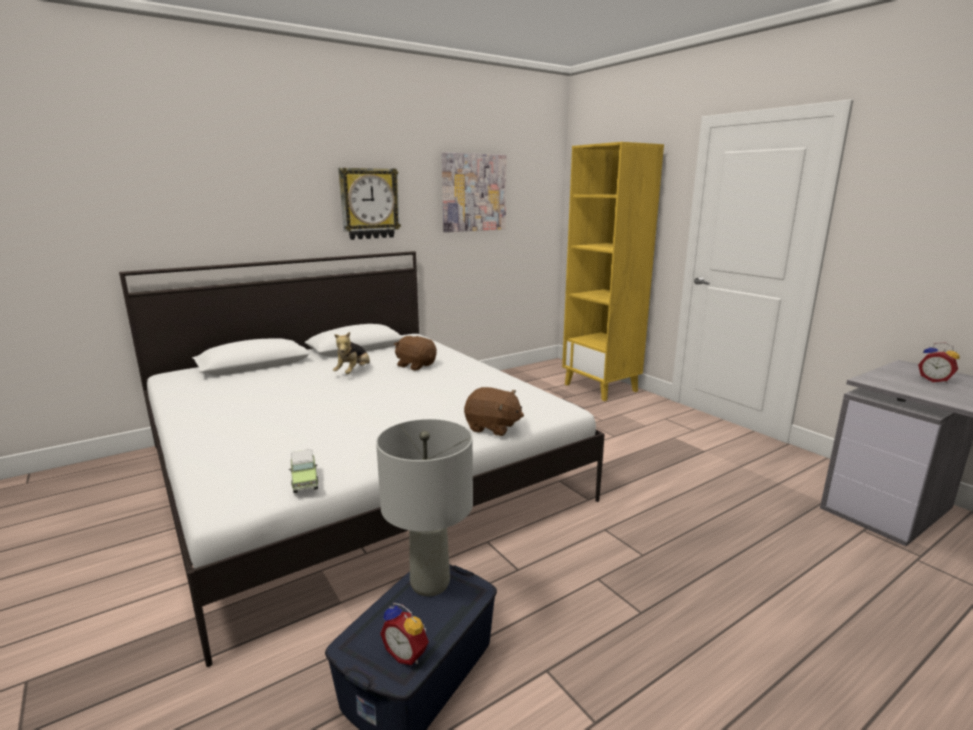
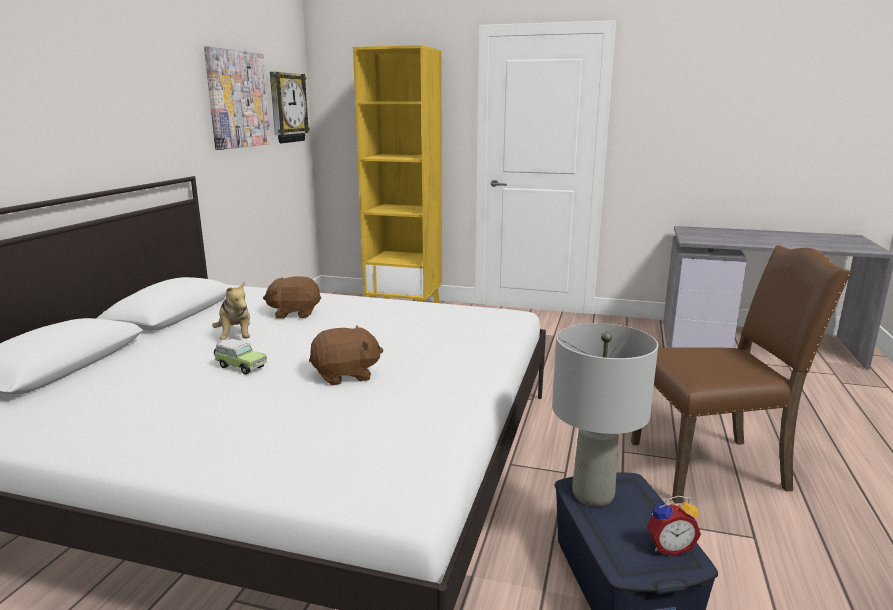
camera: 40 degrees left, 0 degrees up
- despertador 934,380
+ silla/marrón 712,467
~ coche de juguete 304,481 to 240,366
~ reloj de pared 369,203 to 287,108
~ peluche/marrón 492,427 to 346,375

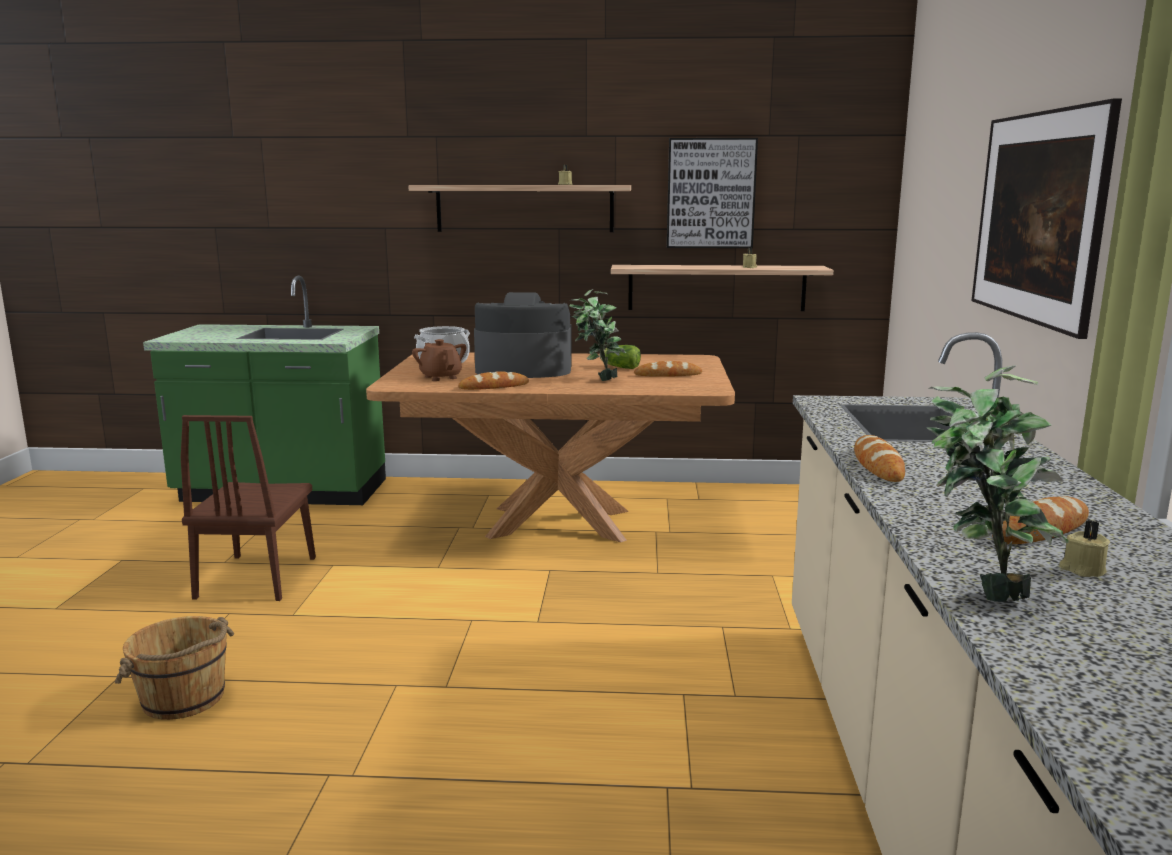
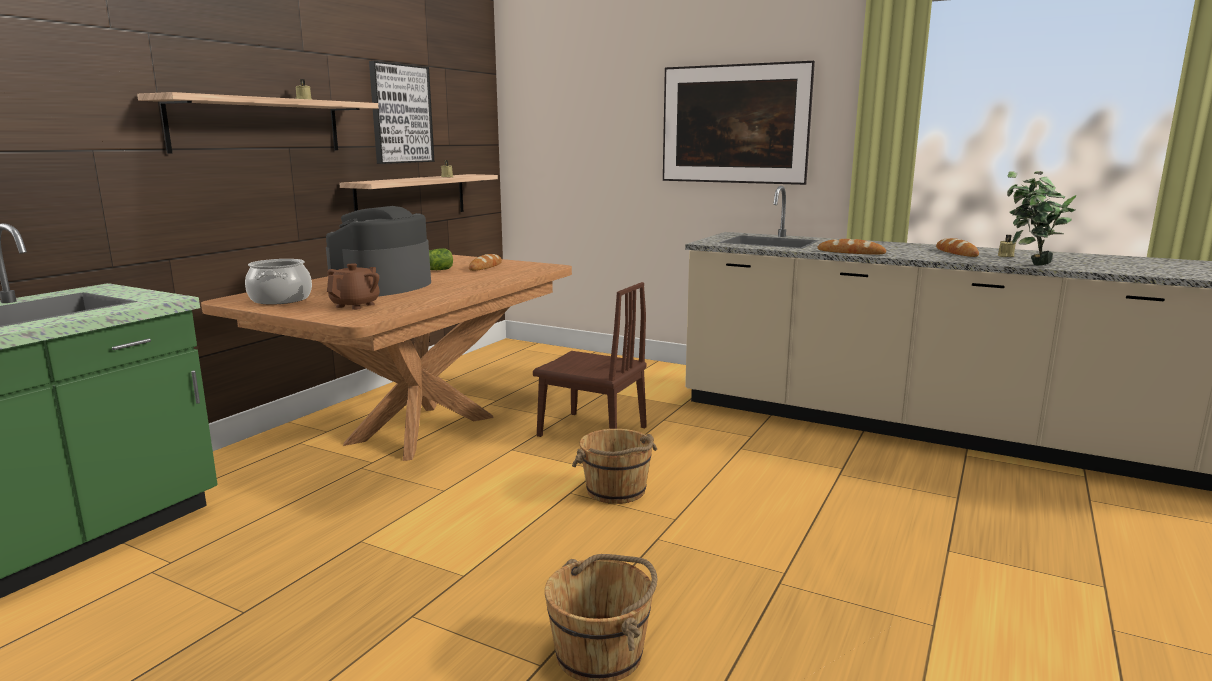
camera: 65 degrees left, 0 degrees up
- pan 494,386
- planta en maceta 597,379
+ cubo/marrón 616,491
~ silla/marrón 257,577 to 592,431
~ tetera/marrón 440,377 = 355,305 120 degrees clockwise

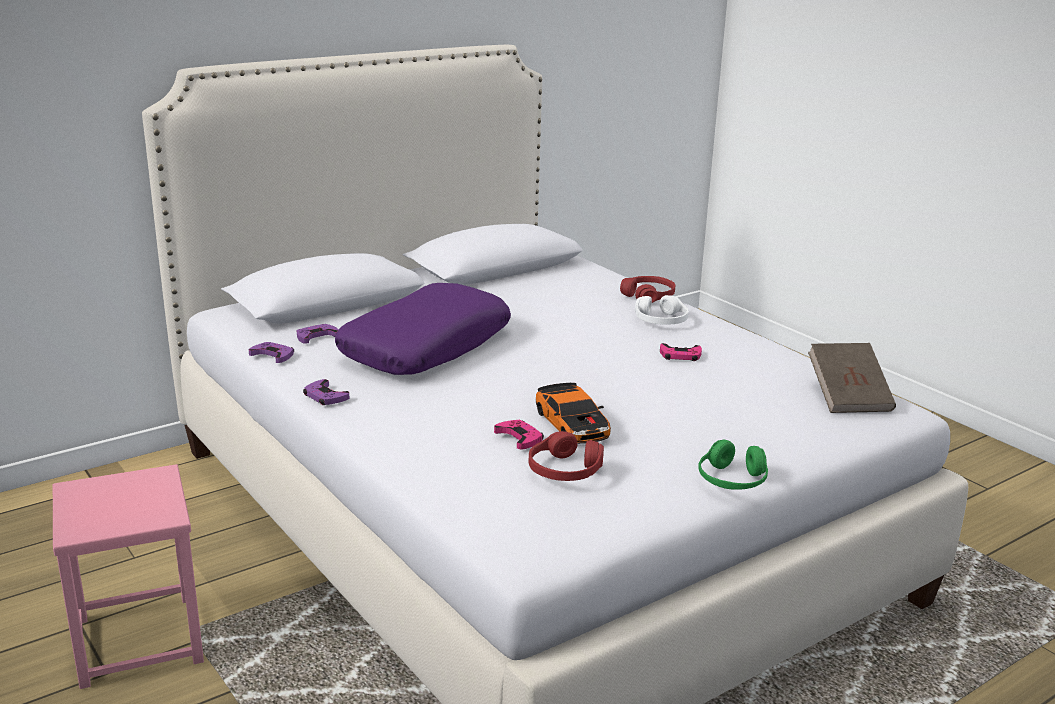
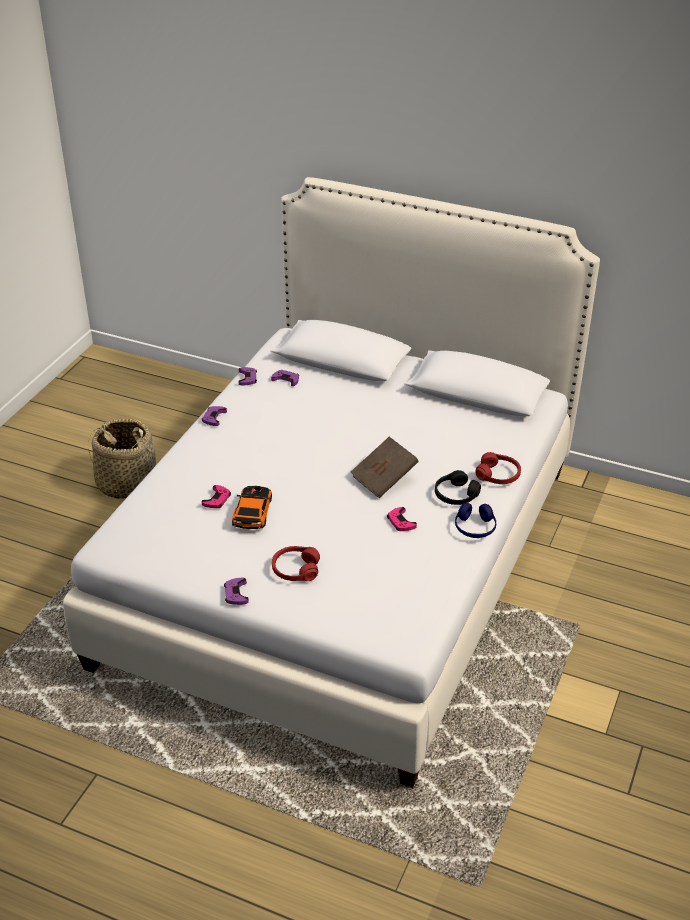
camera: 60 degrees right, 15 degrees up
- cojín/morado 425,346
+ auriculares/azul 475,528
~ auriculares/rojo 564,470 to 295,569
~ libro/marrón 848,397 to 384,479
~ taburete/rosa 137,640 to cesta 126,483
~ auriculares/verde 732,481 to mando de consola/morado 236,594
~ auriculares/blanco 661,320 to auriculares/negro 455,495
~ coche de juguete 574,423 = 252,512 150 degrees clockwise

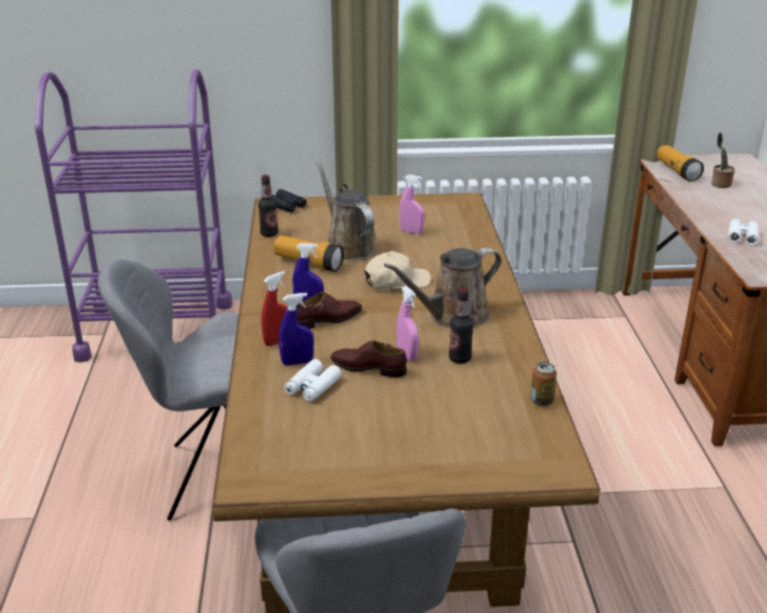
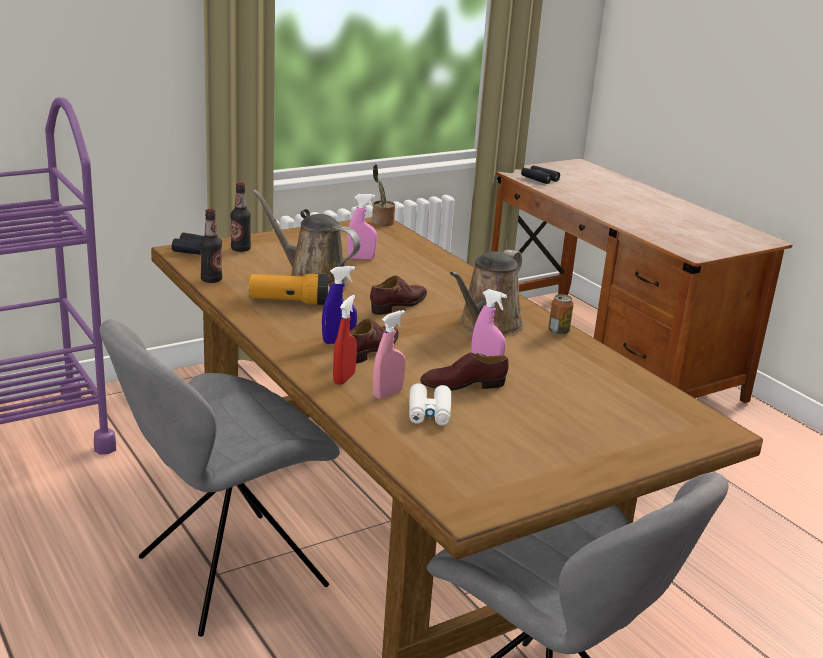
camera: 30 degrees left, 5 degrees down
- prismáticos/blanco 742,236
~ botella 460,358 to 240,249
~ lata 541,400 to 558,331
~ planta en maceta 719,184 to 381,222
~ gorra/beis 396,281 to zapato/marrón 399,304
~ linterna 677,171 to prismáticos/negro 539,179
~ pulverizador/azul 297,362 to pulverizador/rosa 387,394

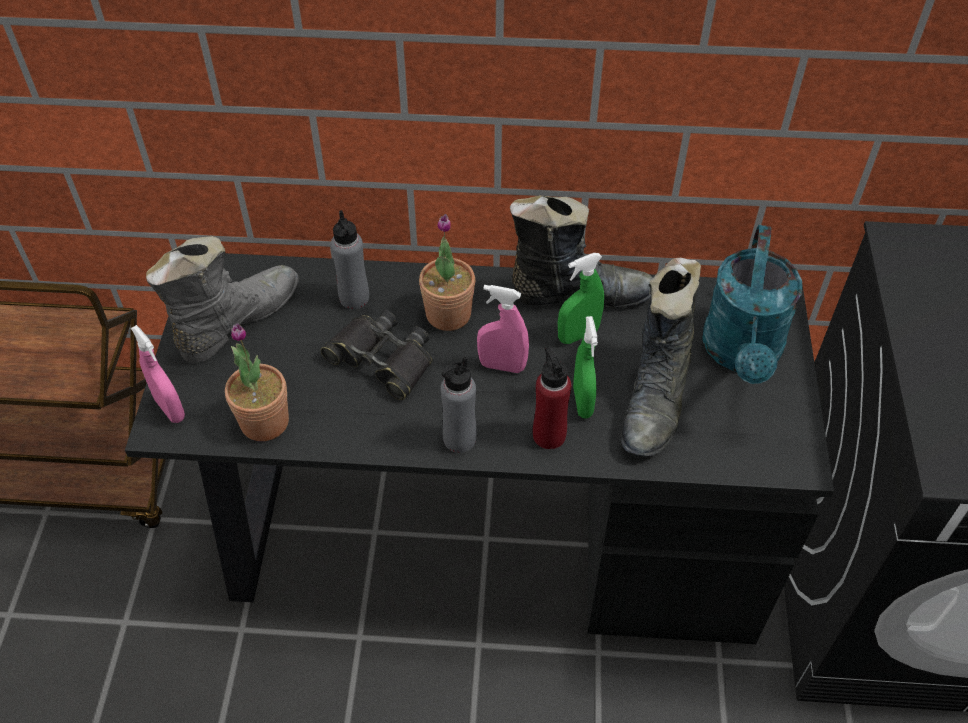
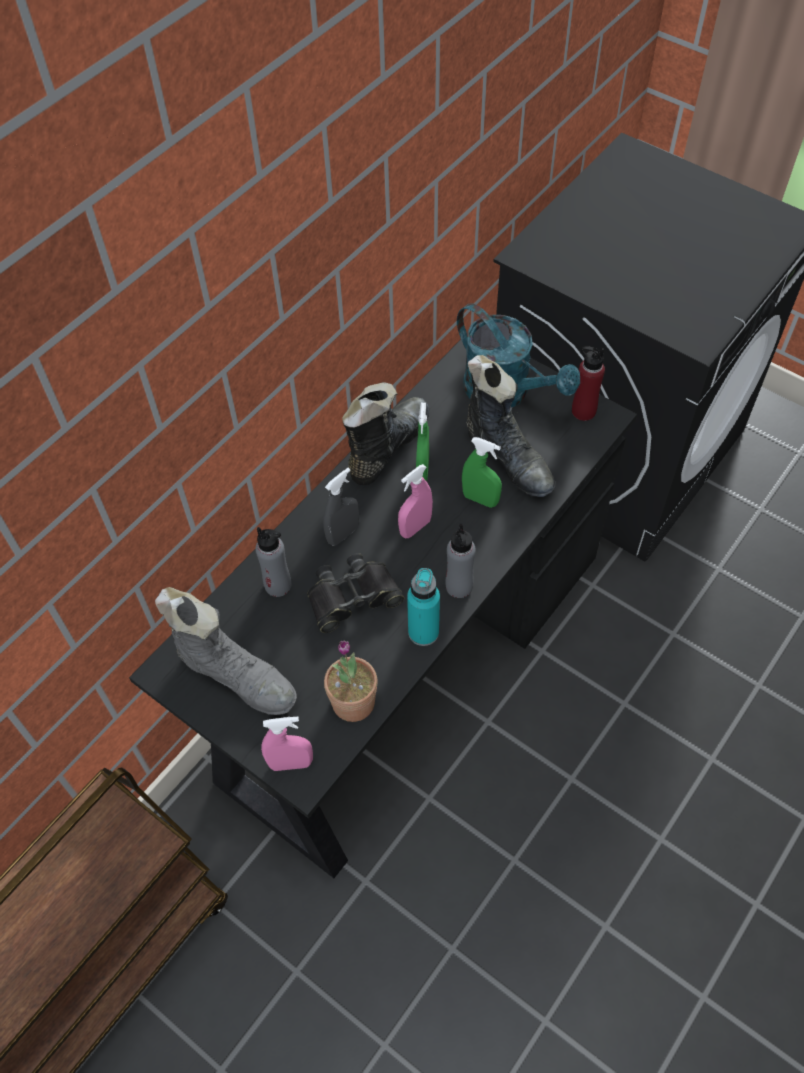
camera: 55 degrees left, 5 degrees up
+ botella/turquesa 423,632
~ botella/rojo 549,435 to 583,411
~ planta en maceta 448,314 to pulverizador/gris 343,534
~ bota/gris 236,321 = 237,677 135 degrees clockwise

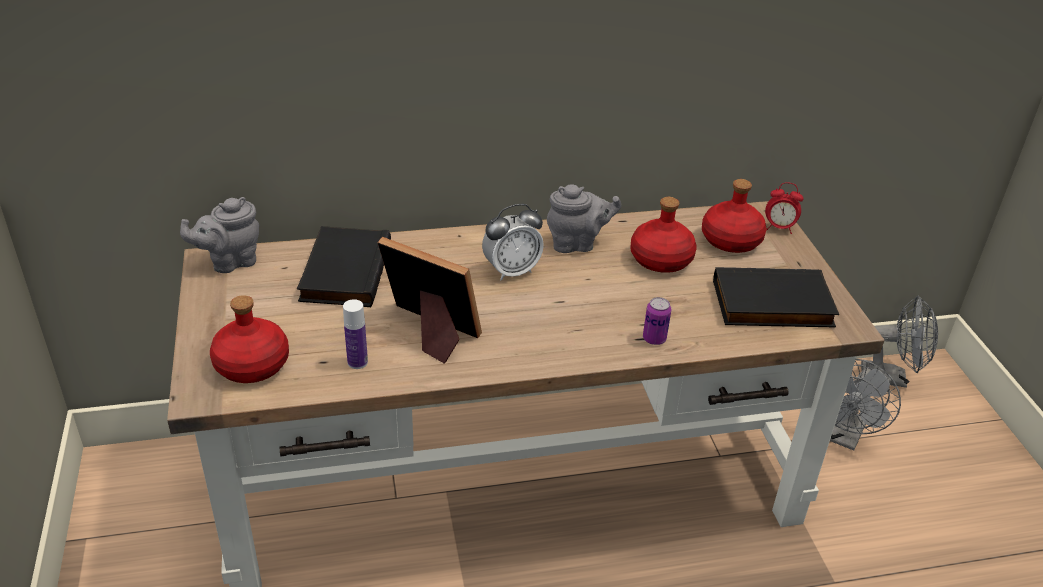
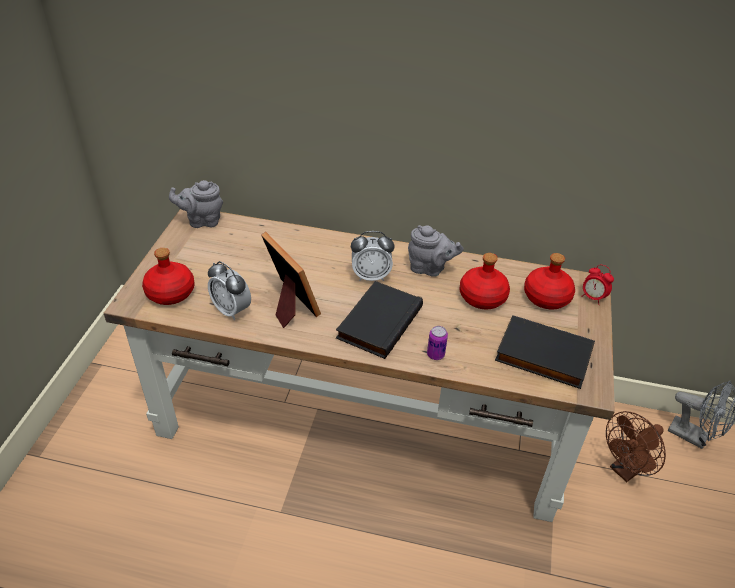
camera: 25 degrees right, 5 degrees up
~ libro/negro 343,271 to 378,321
~ botella 357,362 to despertador 231,310
~ ventilador/gris 845,437 to ventilador/marrón 626,470

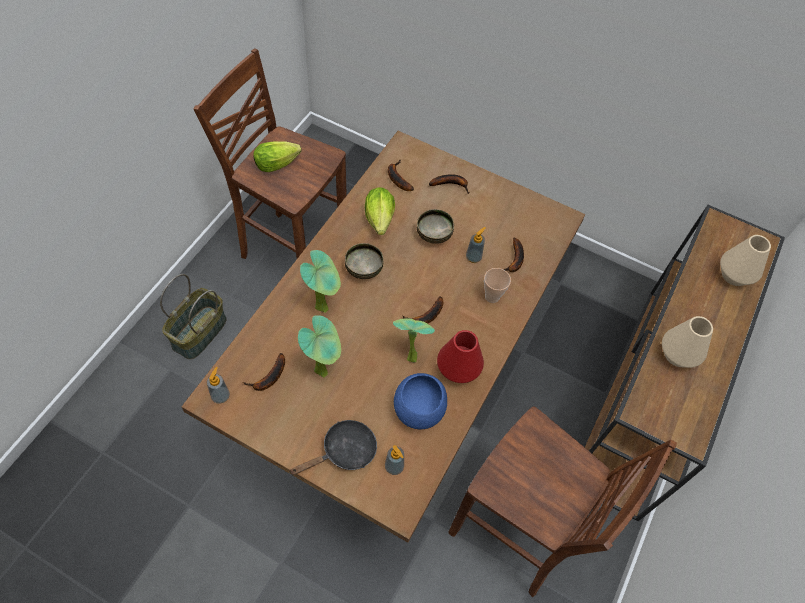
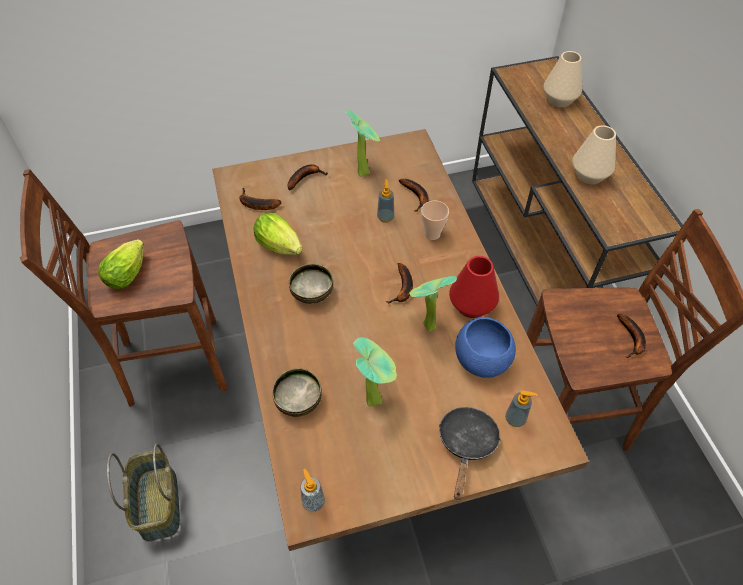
camera: 40 degrees left, 5 degrees down
~ plátano 269,378 to 632,339
~ planta en maceta 324,306 to 364,171
~ cuenco 434,235 to 299,401

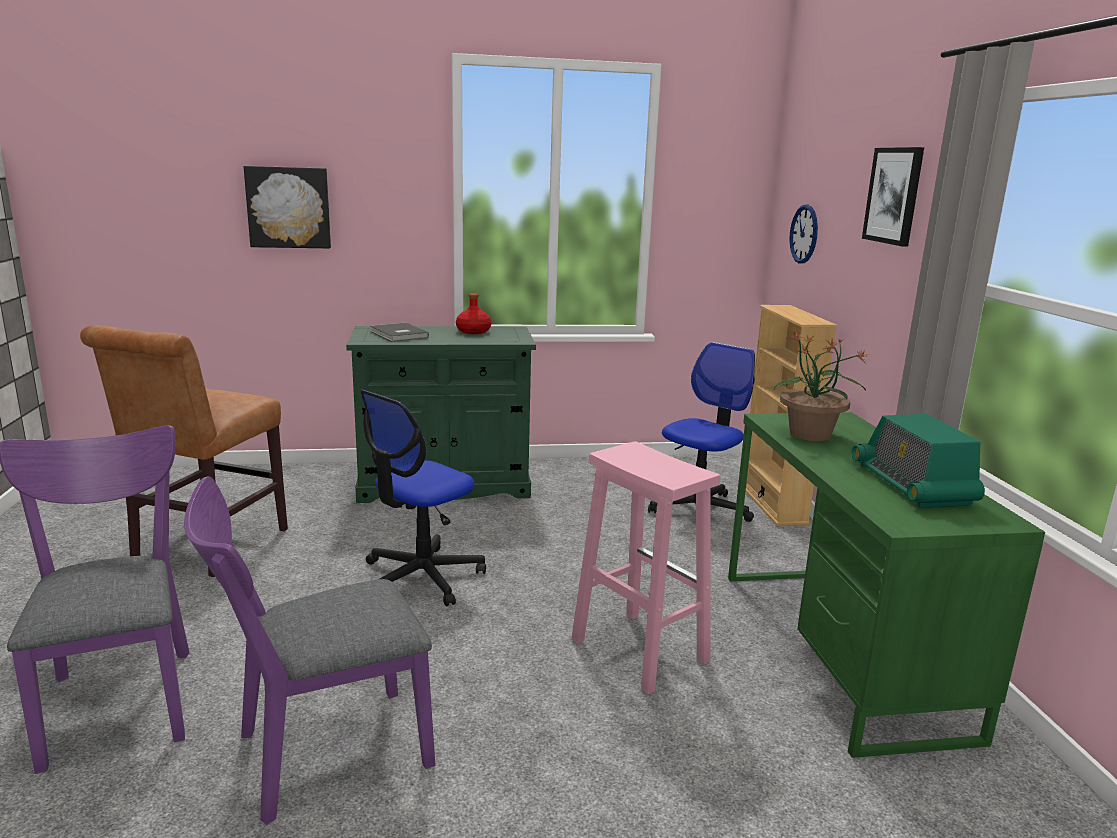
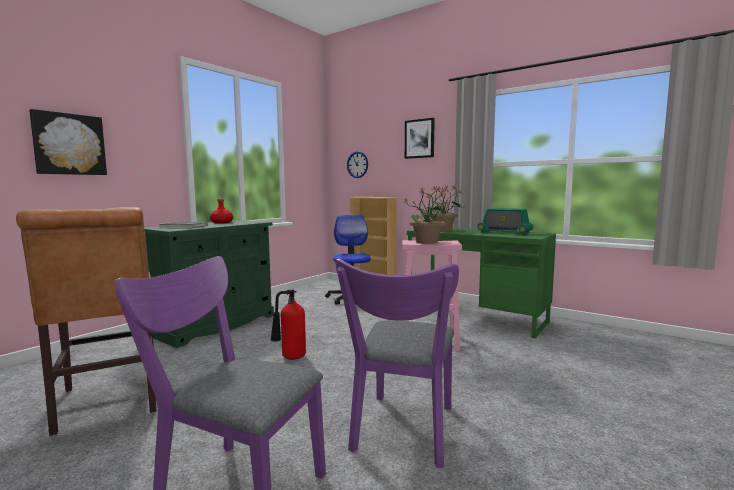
camera: 45 degrees left, 10 degrees down
+ planta en maceta 427,242
~ silla de oficina 421,577 to extintor 290,358

